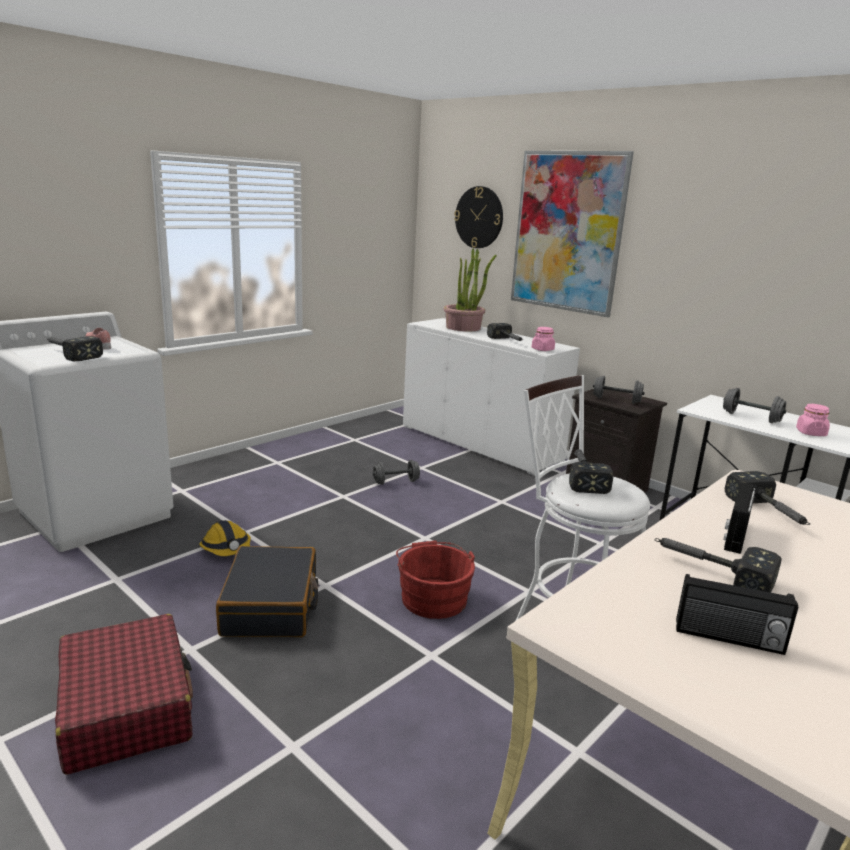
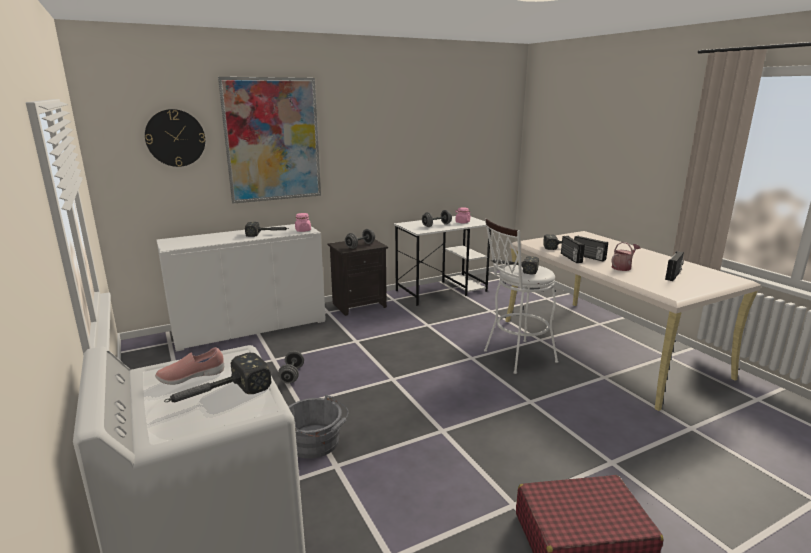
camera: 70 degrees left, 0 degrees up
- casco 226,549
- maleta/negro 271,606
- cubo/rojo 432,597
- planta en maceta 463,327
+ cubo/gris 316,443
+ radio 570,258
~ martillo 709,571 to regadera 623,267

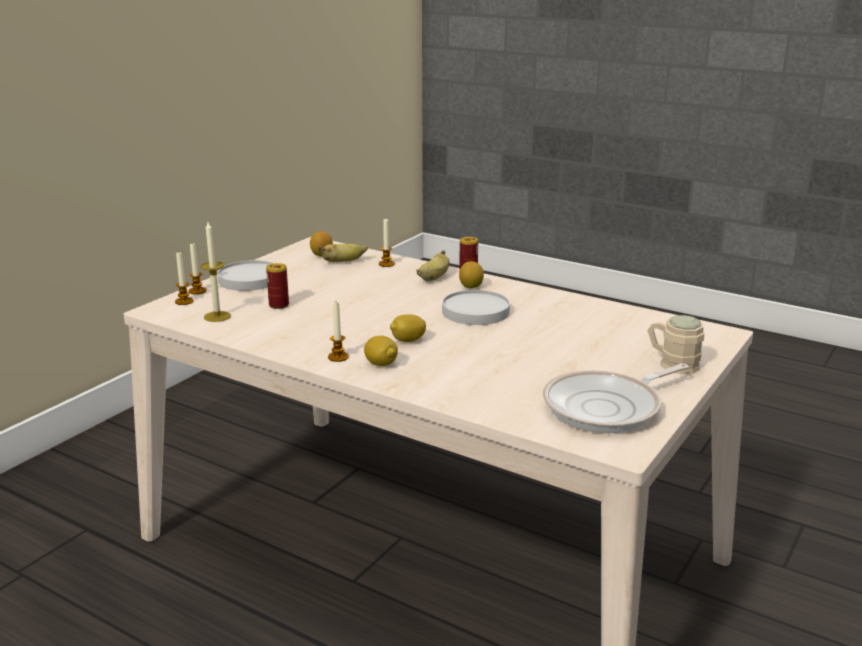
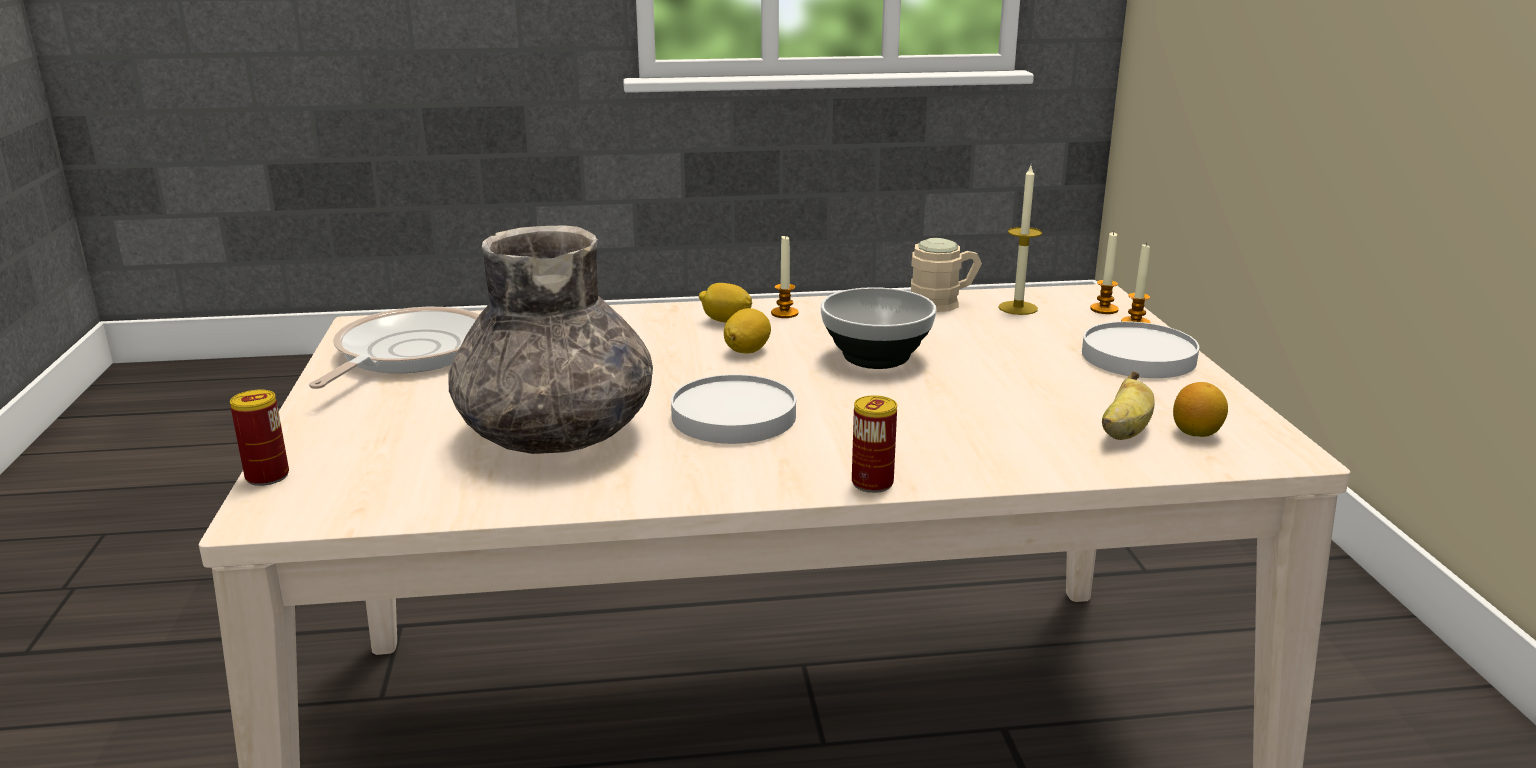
camera: 140 degrees right, 0 degrees up
- vela 386,264
- plátano 434,278
- limón 471,287
+ florero/gris 557,434
+ cuenco 877,357
~ lata 279,305 to 267,476
~ taza grande/beis 672,363 to 943,303

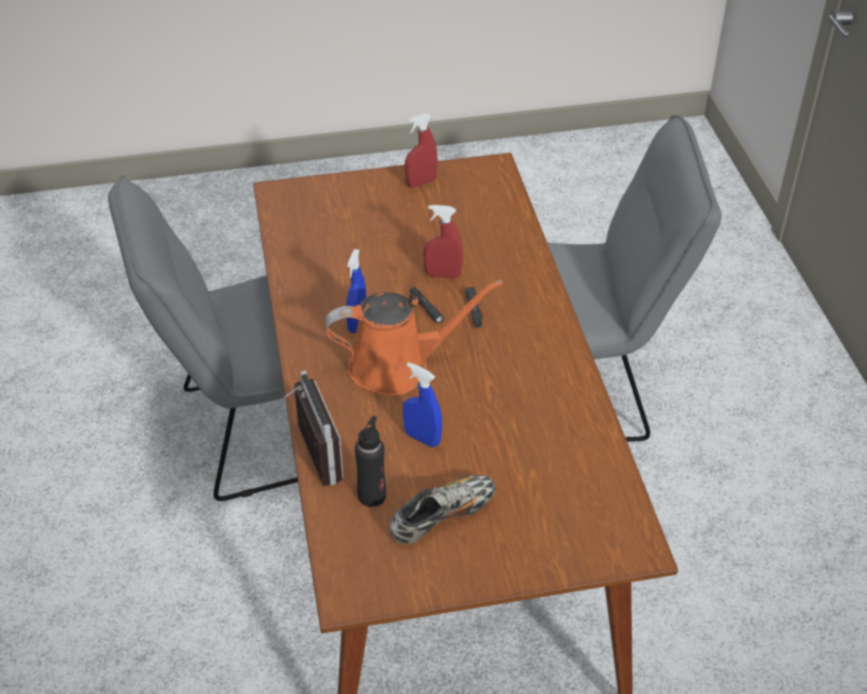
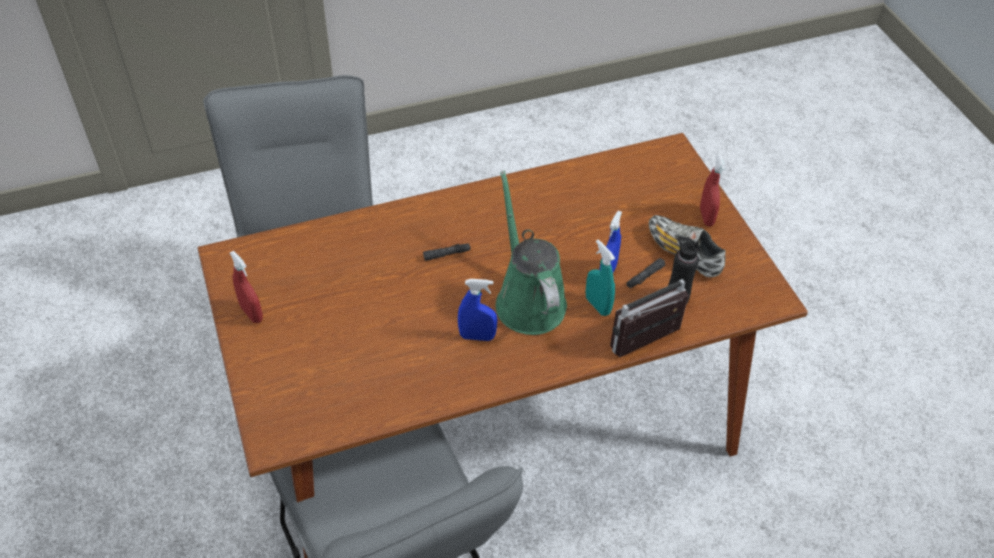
camera: 100 degrees left, 5 degrees up
+ pulverizador/turquesa 597,305
~ linterna/negro 425,308 to 645,276
~ pulverizador/rojo 442,275 to 706,217
~ regadera/naranja 397,366 to regadera/verde 528,299

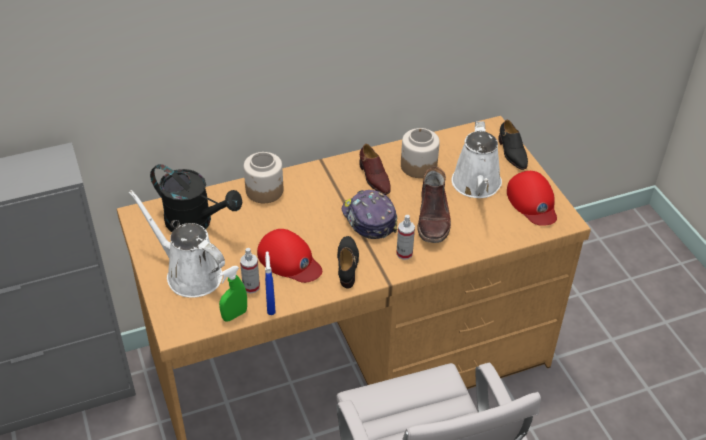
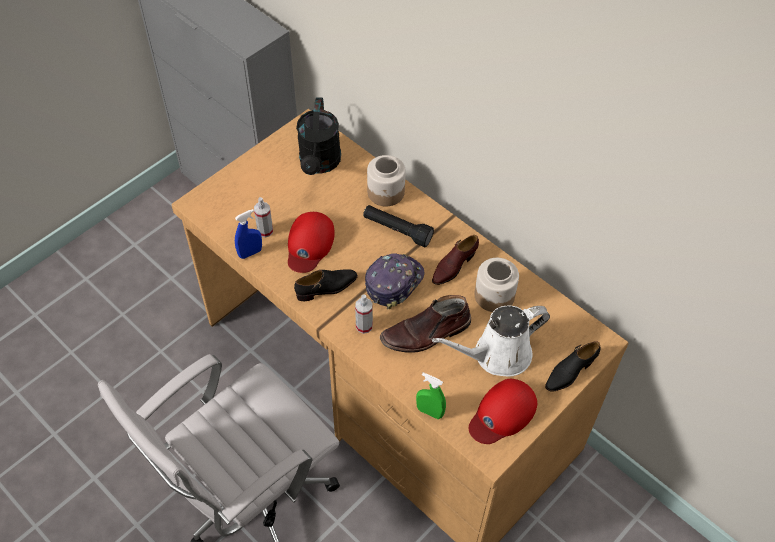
camera: 65 degrees right, 10 degrees up
- regadera/blanco 189,273
+ linterna/negro 397,230
~ pulverizador/verde 234,315 to 429,412

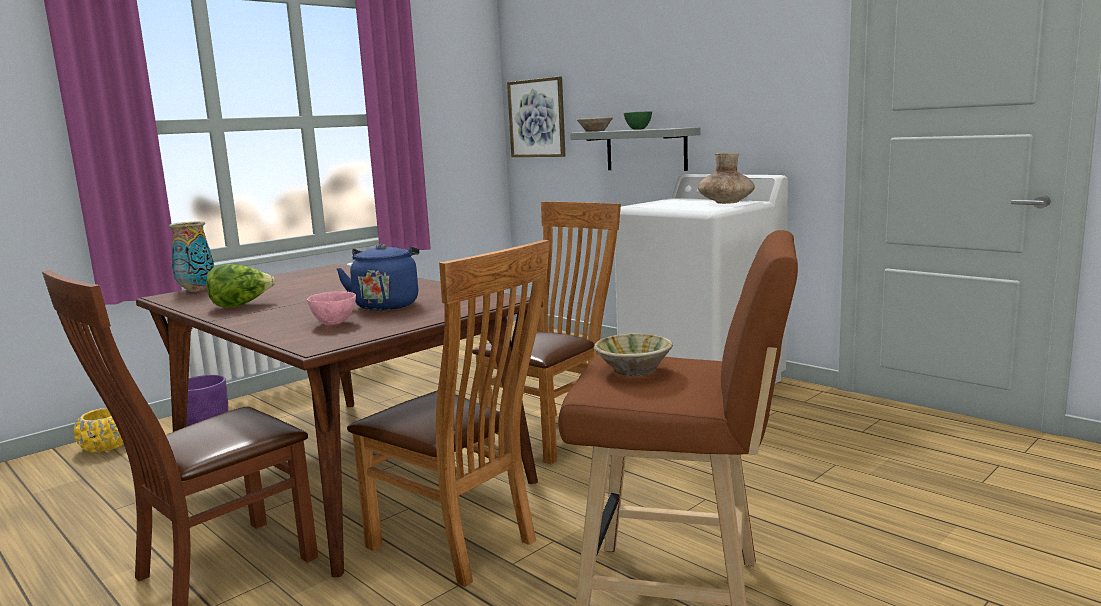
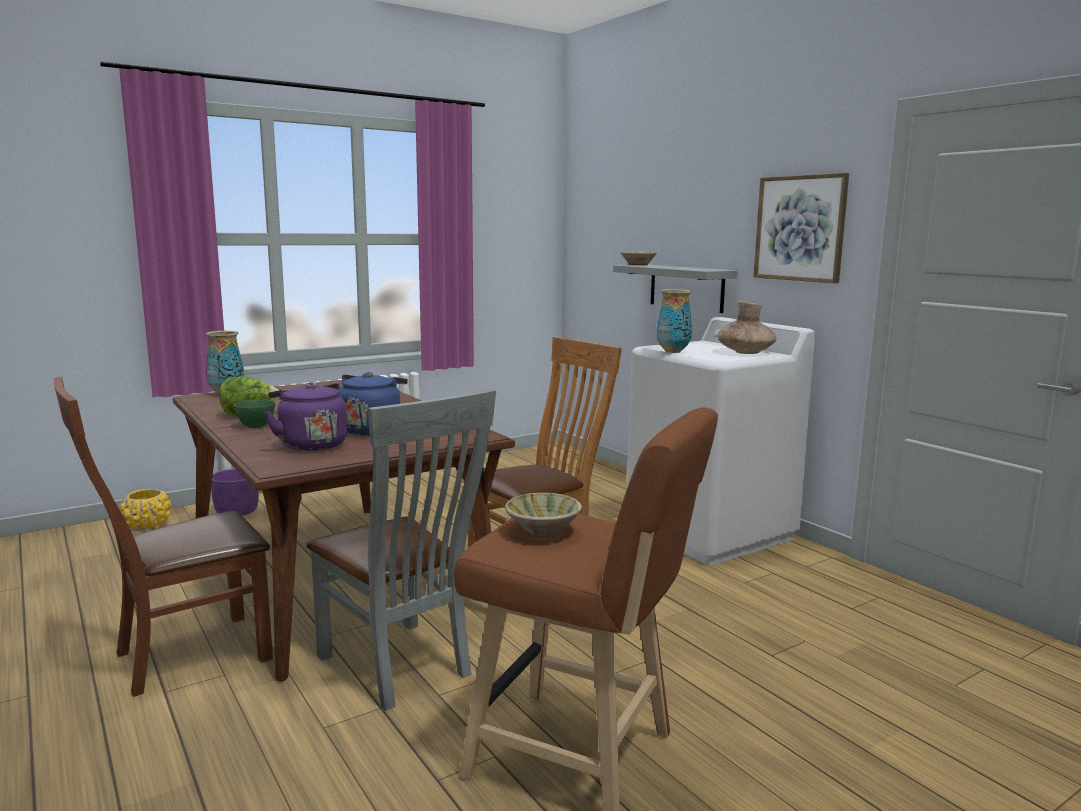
camera: 10 degrees right, 0 degrees up
+ florero 673,351
~ cuadro 537,118 to 800,228
~ cuenco/verde 638,129 to 255,426
~ cuenco/rosa 334,323 to hervidor/morado 311,444
~ silla/marrón 460,545 to silla/gris 401,668

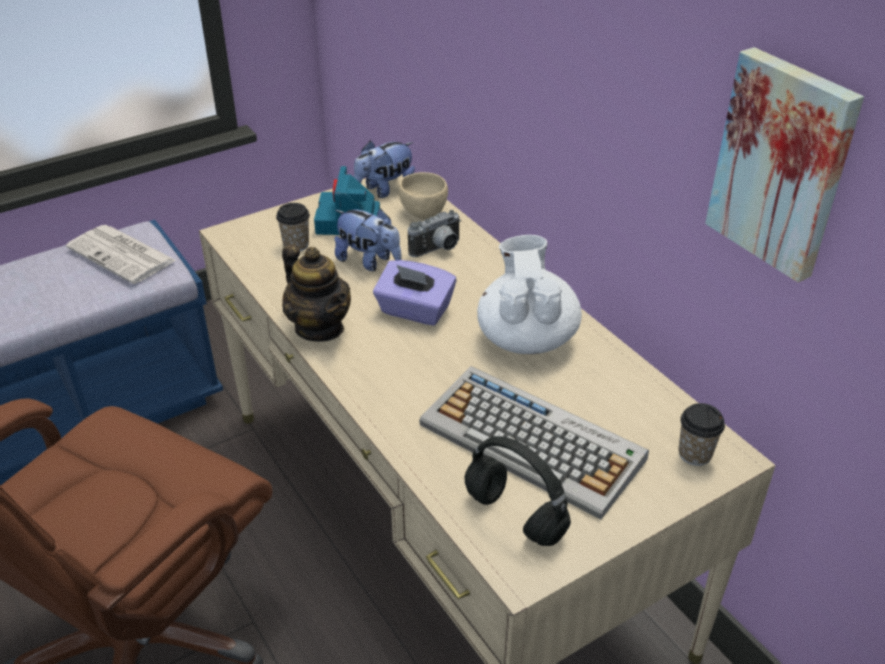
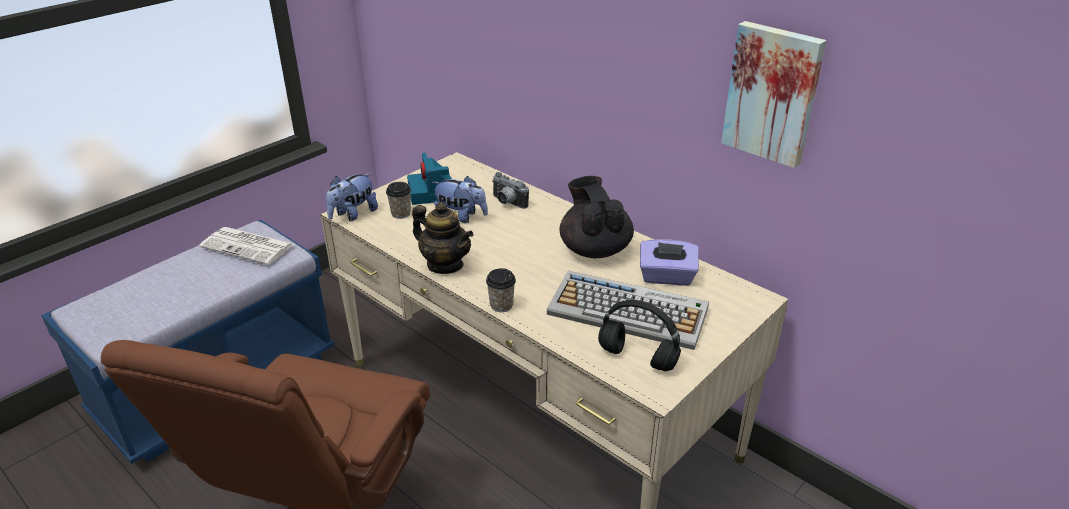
camera: 15 degrees left, 5 degrees down
- cuenco/beis 422,213
~ peluche 385,190 to 353,214
~ caja de pañuelos/morado 414,311 to 666,277
~ taza 695,454 to 501,305
~ tetera/blanco 526,337 to tetera/negro 594,249
~ cámara 438,250 = 507,203 90 degrees clockwise

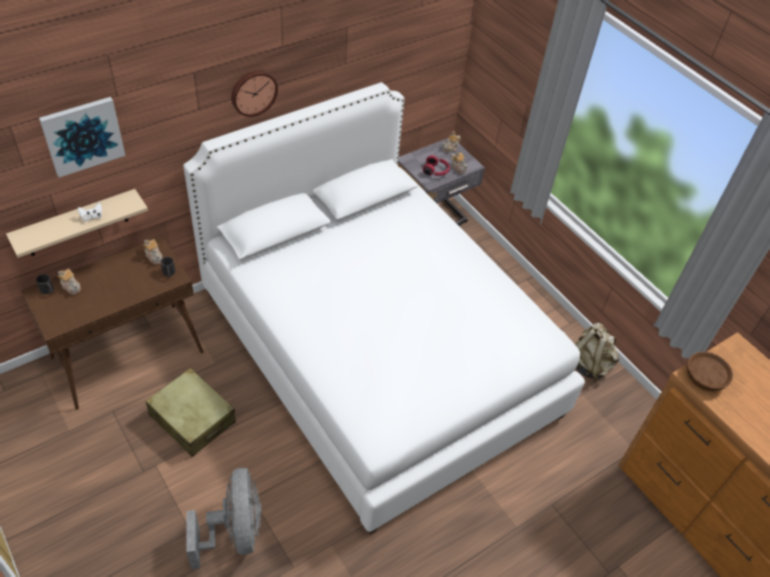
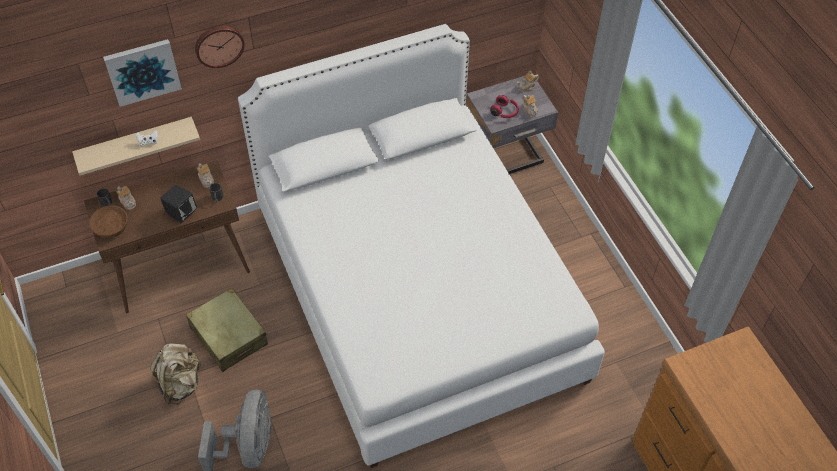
camera: 15 degrees right, 5 degrees up
+ altavoz/negro 181,213
~ reloj de pared 253,92 to 219,45
~ mochila/beis 589,364 to 180,383
~ cuenco/marrón 705,378 to 111,227

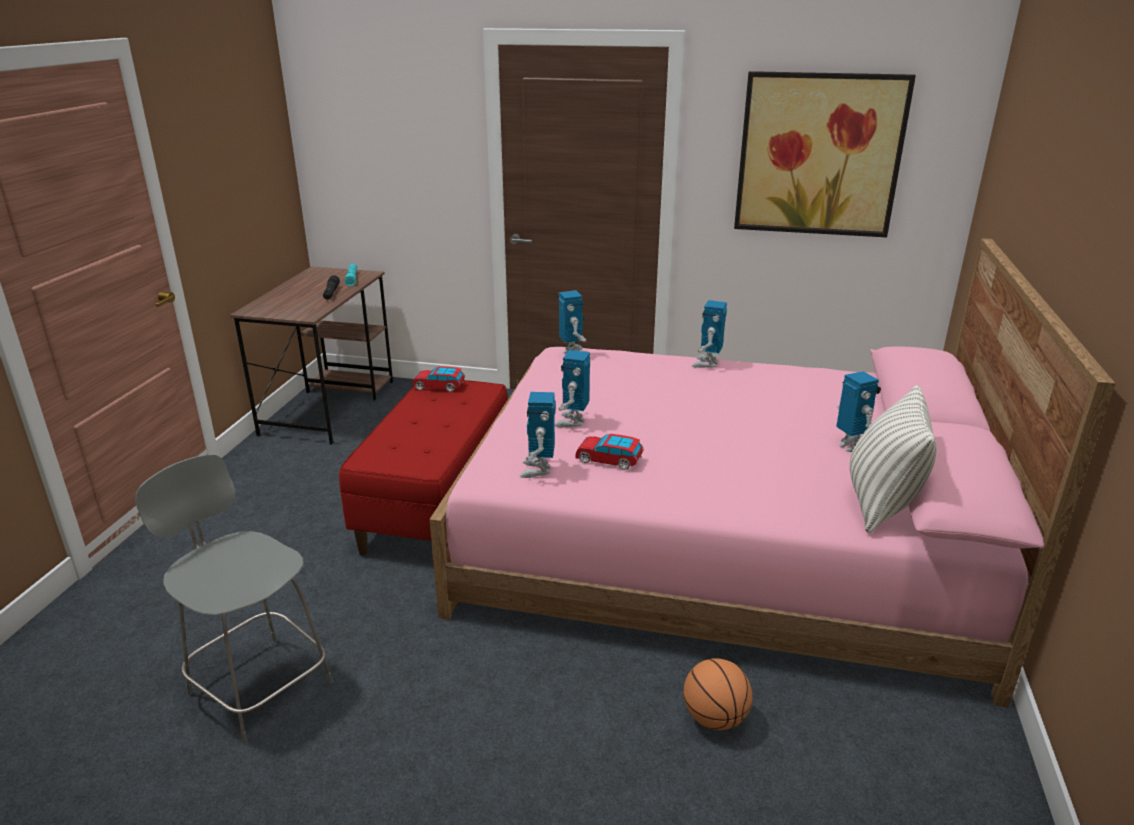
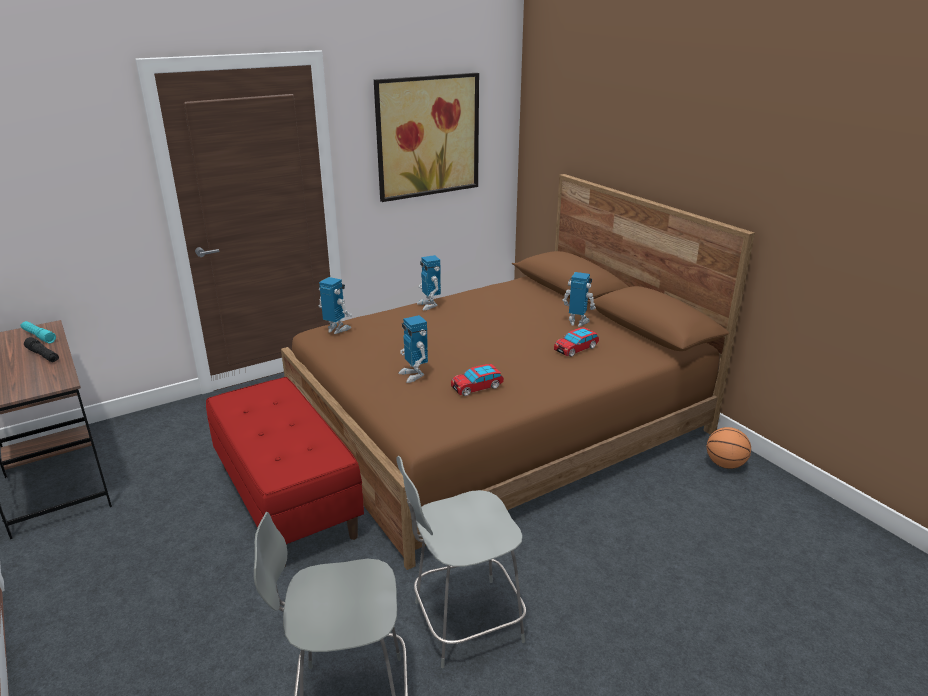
camera: 45 degrees left, 0 degrees up
- robot de juguete 538,470
- cojín 881,503
+ silla/gris 464,622
~ coche de juguete 439,387 to 576,349
~ balón de baloncesto 714,718 to 725,464
~ cama/rosa 719,541 to cama/marrón 500,424

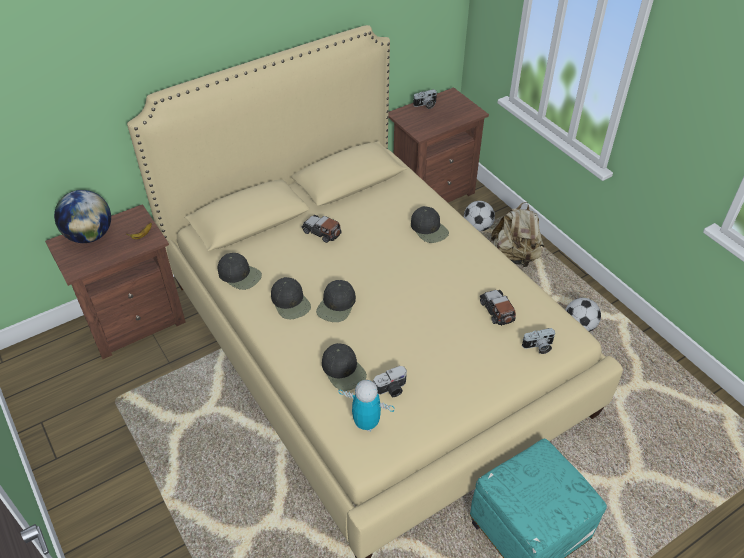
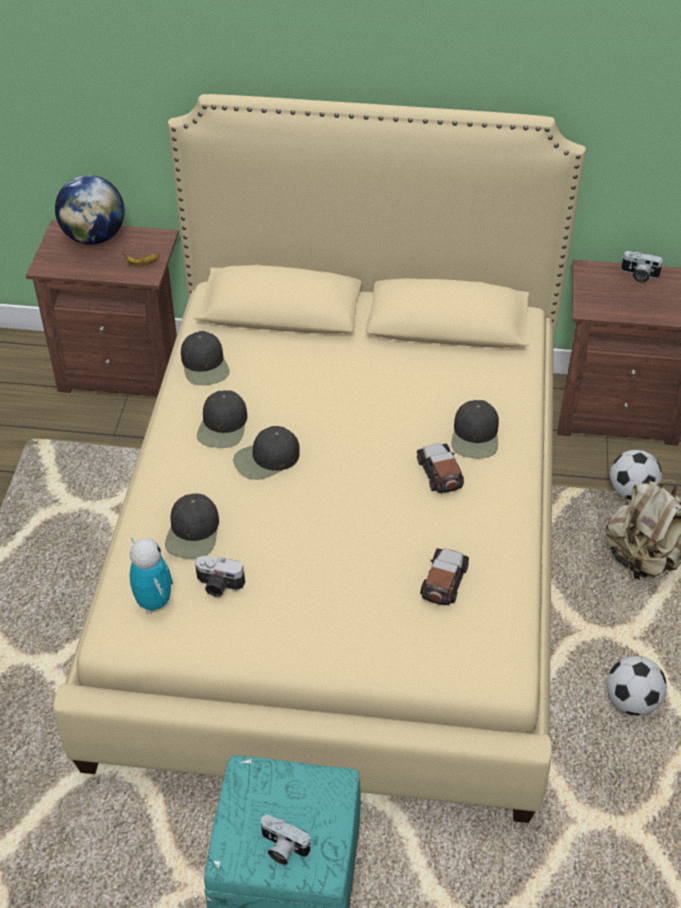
camera: 40 degrees right, 0 degrees up
~ coche de juguete 322,232 to 440,473
~ cámara 538,347 to 282,848

